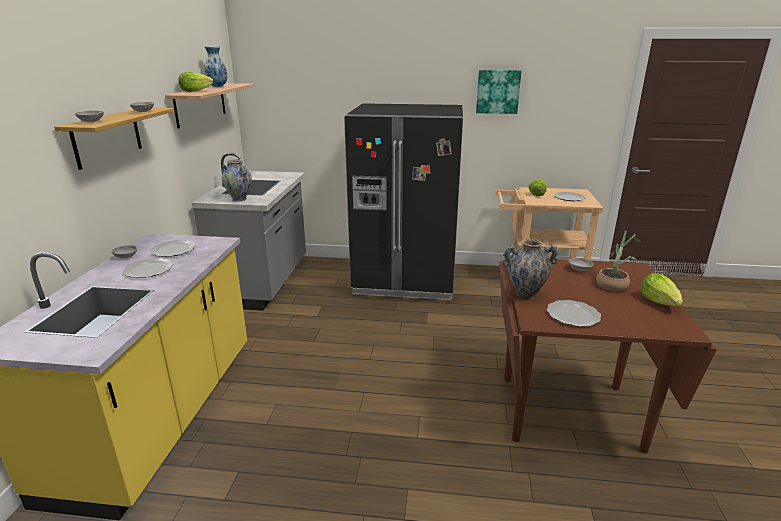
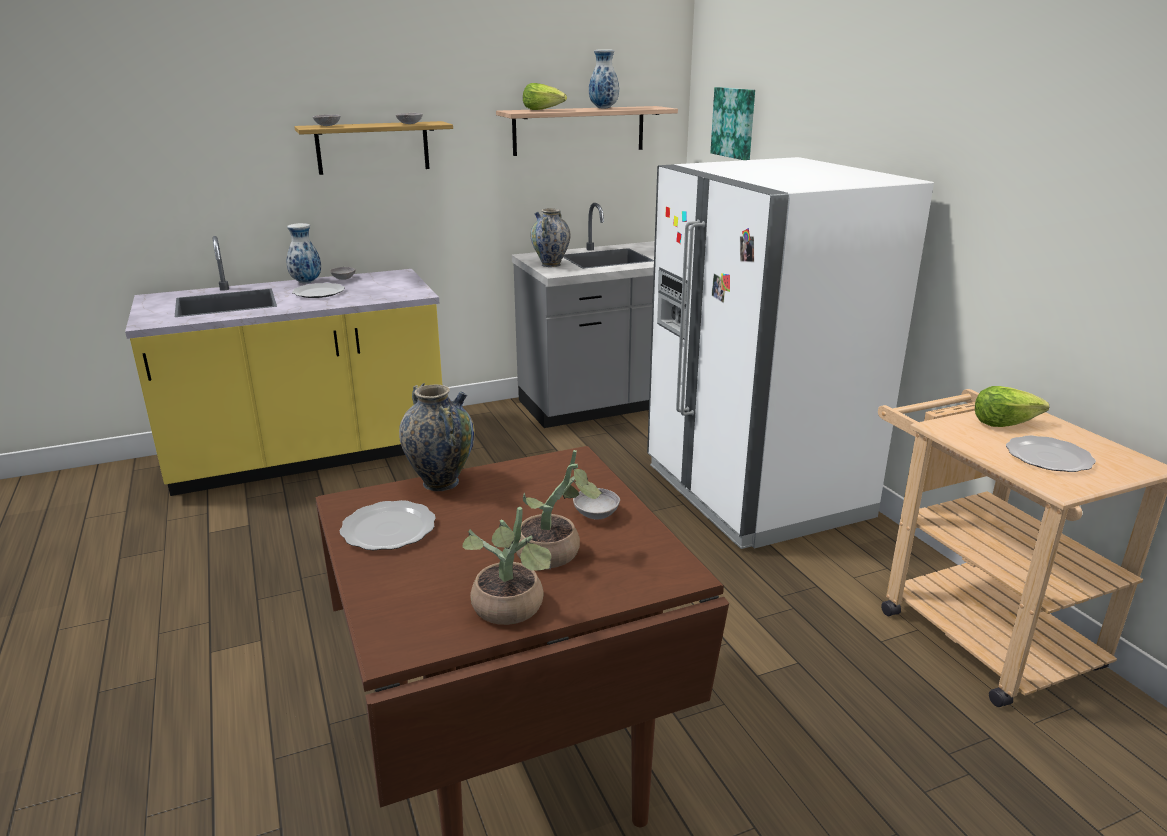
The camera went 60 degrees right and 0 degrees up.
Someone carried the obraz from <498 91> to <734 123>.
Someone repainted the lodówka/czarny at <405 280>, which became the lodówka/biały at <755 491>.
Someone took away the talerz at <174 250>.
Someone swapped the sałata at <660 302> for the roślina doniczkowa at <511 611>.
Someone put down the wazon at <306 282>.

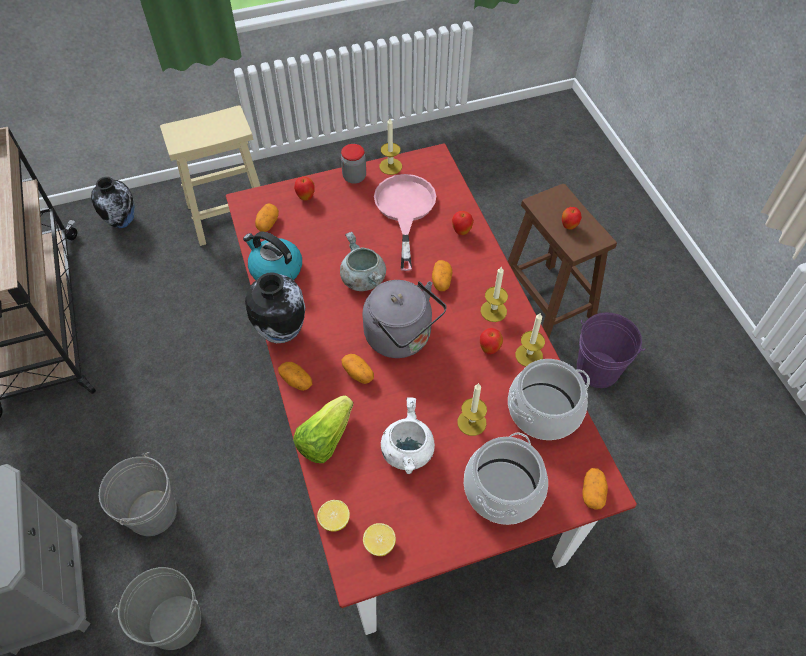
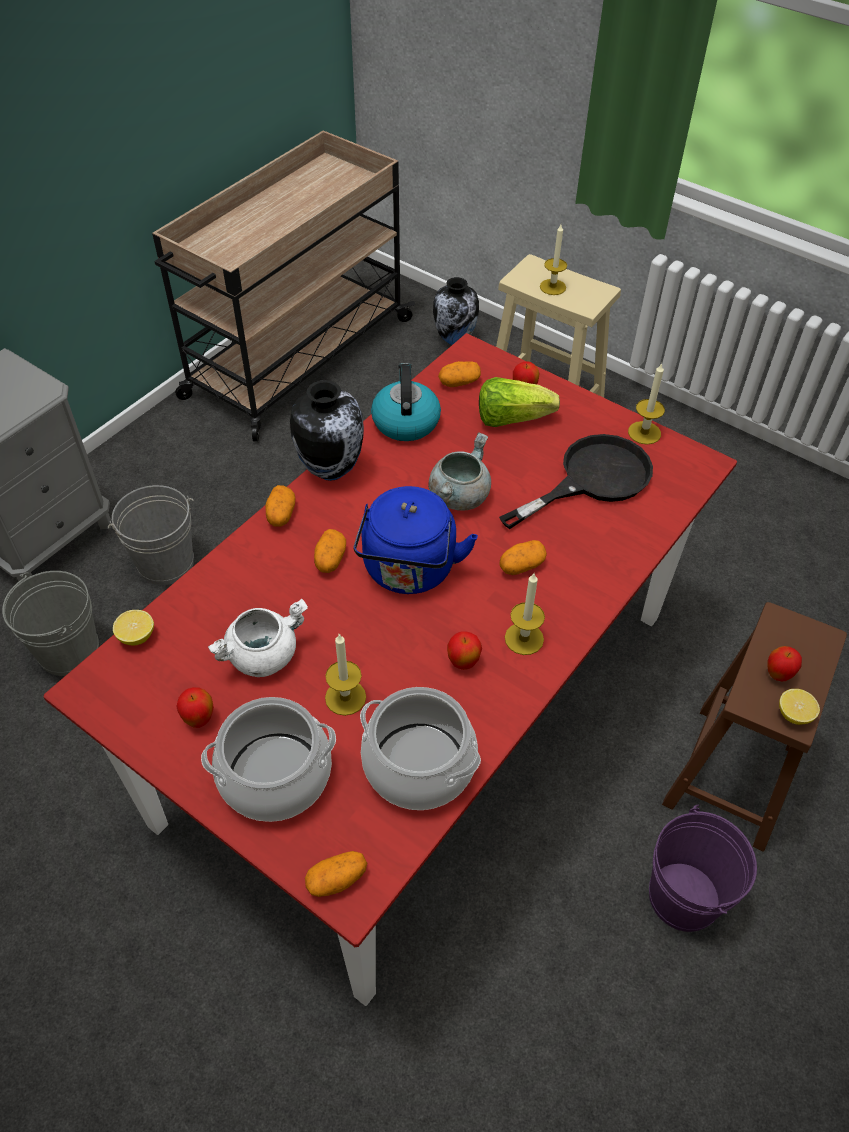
The camera went 55 degrees right and 5 degrees down.
Someone took away the słoik at <354 177>.
Someone repainted the patelnia/różowy at <404 210>, which became the patelnia/czarny at <592 479>.
Someone carried the jabłko from <461 231> to <199 719>.
Someone repainted the czajnik/szary at <402 337>, which became the czajnik/niebieski at <409 571>.
Someone carried the świeca from <529 355> to <552 287>.
Someone carried the sałata from <325 438> to <511 418>.
Someone carried the cytryna from <379 544> to <794 714>.

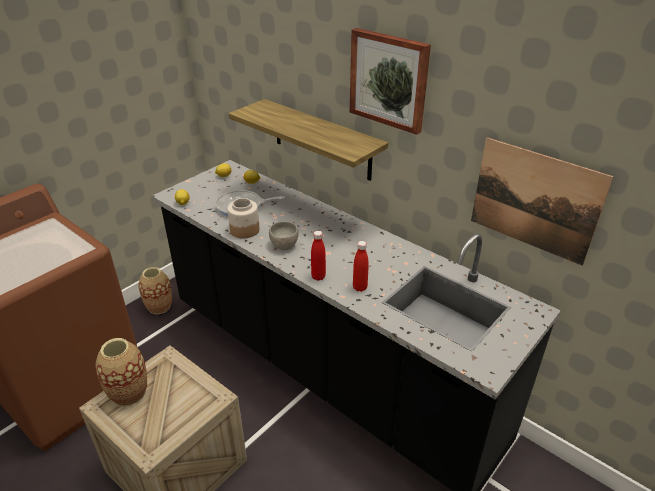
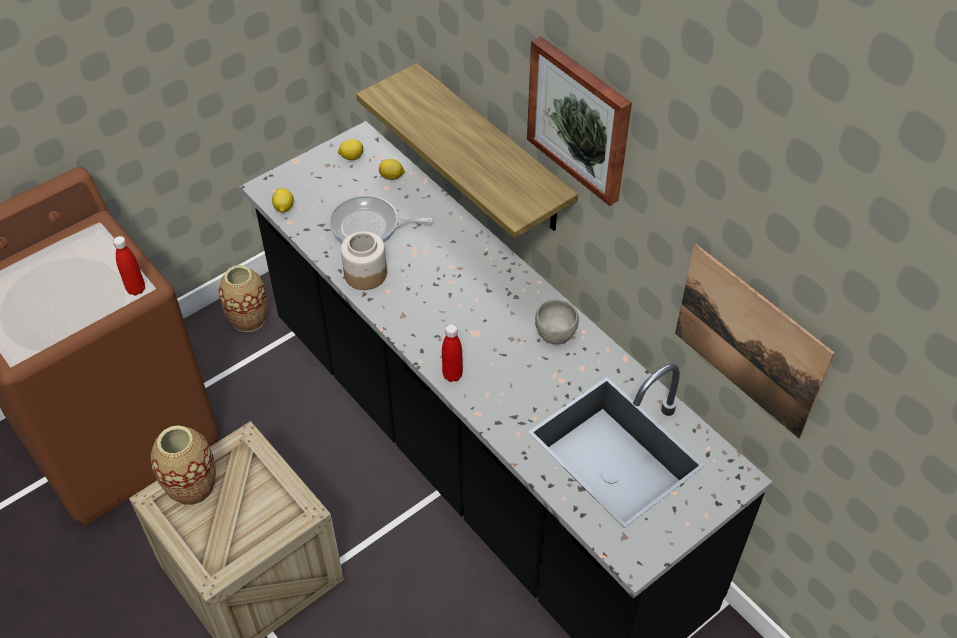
The camera went 10 degrees right and 15 degrees up.
Someone carried the miska/szary from <283 245> to <554 334>.
Someone carried the butelka/czerwony from <360 287> to <136 289>.

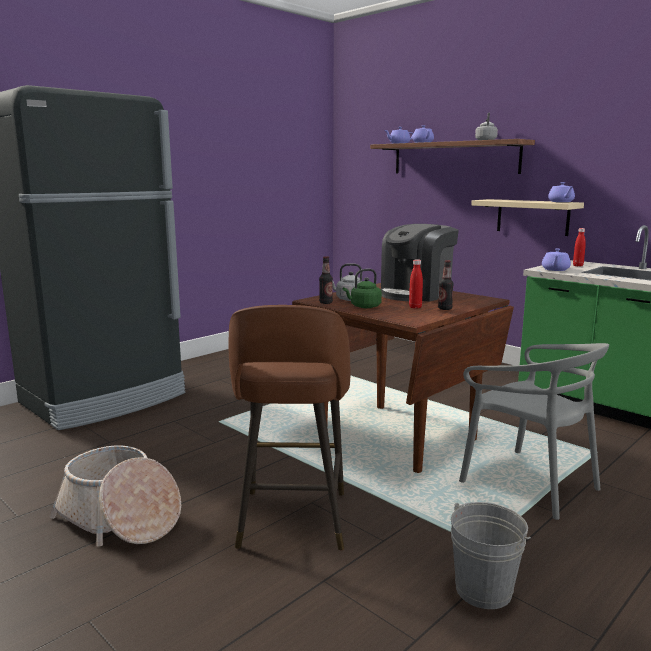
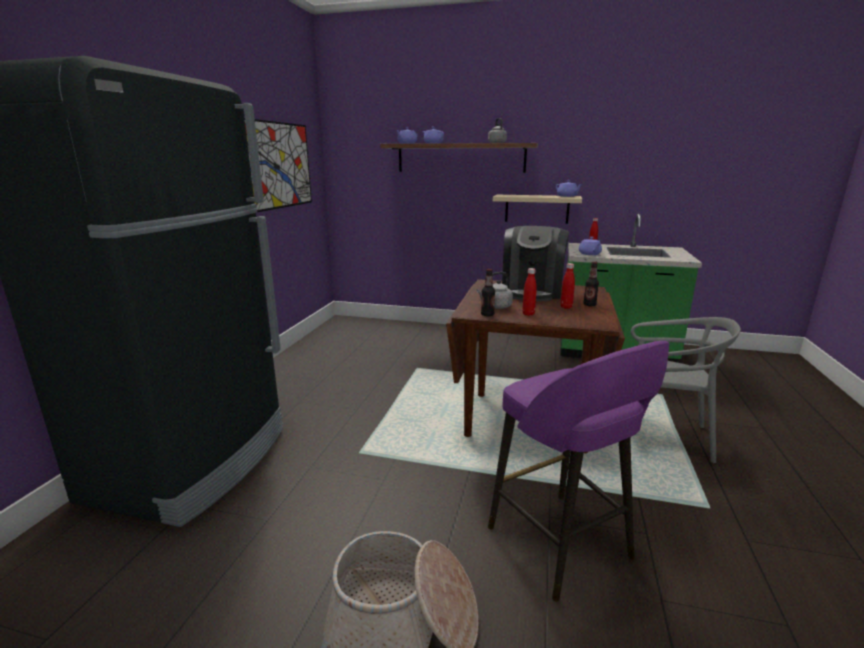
The camera went 30 degrees left and 5 degrees up.
Someone swapped the czajnik/zielony at <364 307> for the butelka/czerwony at <528 314>.
Someone repainted the stołek/brązowy at <292 521>, which became the stołek/fioletowy at <561 545>.
Someone took away the wiadro/szary at <483 590>.
Someone put up the obraz at <278 165>.

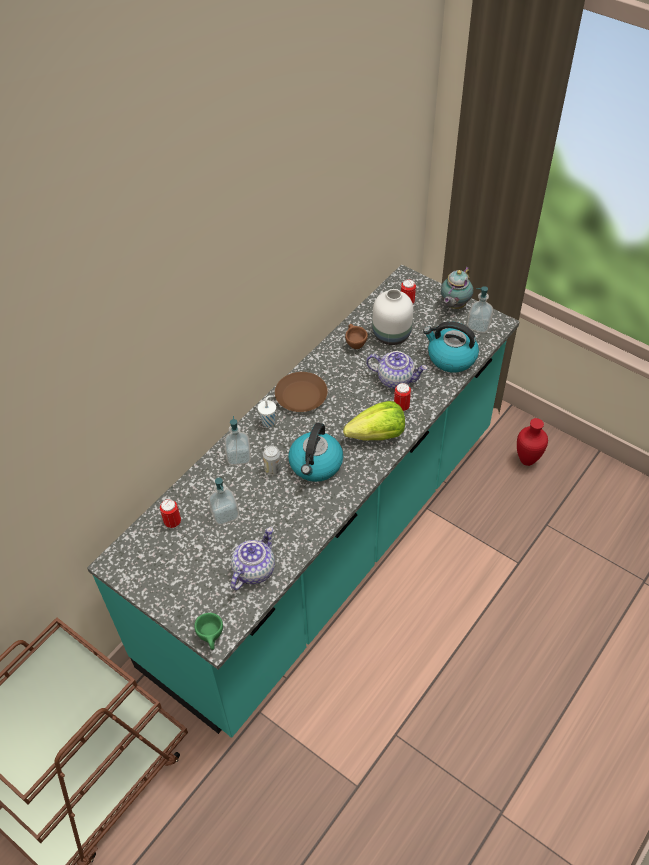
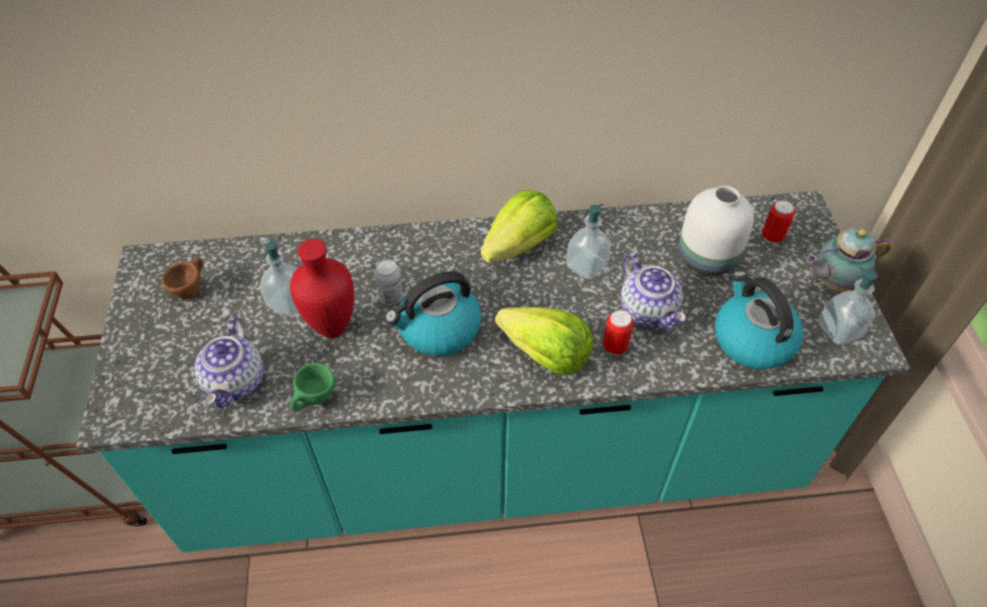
The camera went 45 degrees right and 0 degrees up.
Someone carried the filiżanka/brązowy from <354 344> to <191 289>.
Someone swapped the talerz/brązowy at <301 395> for the sałata at <519 246>.
Someone took away the filiżanka/biały at <269 422>.
Someone carried the dozownik mydła from <239 456> to <586 266>.
Someone carried the wazon/czerwony from <527 459> to <334 326>.
Someone took away the puszka at <172 522>.
Someone rotated the imbryk at <254 569> by 105 degrees clockwise.
Someone carried the filiżanka/zielony from <212 638> to <314 401>.

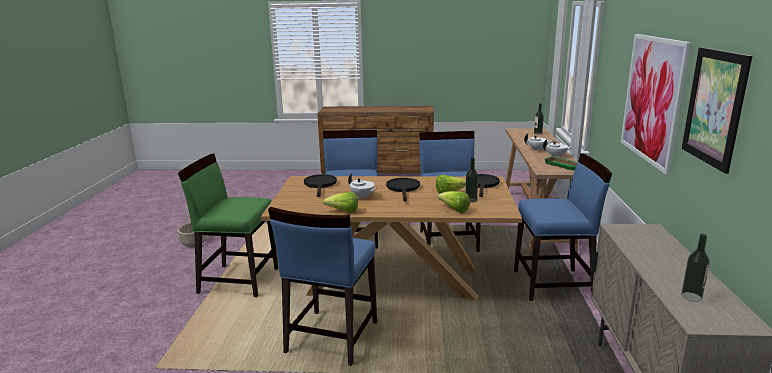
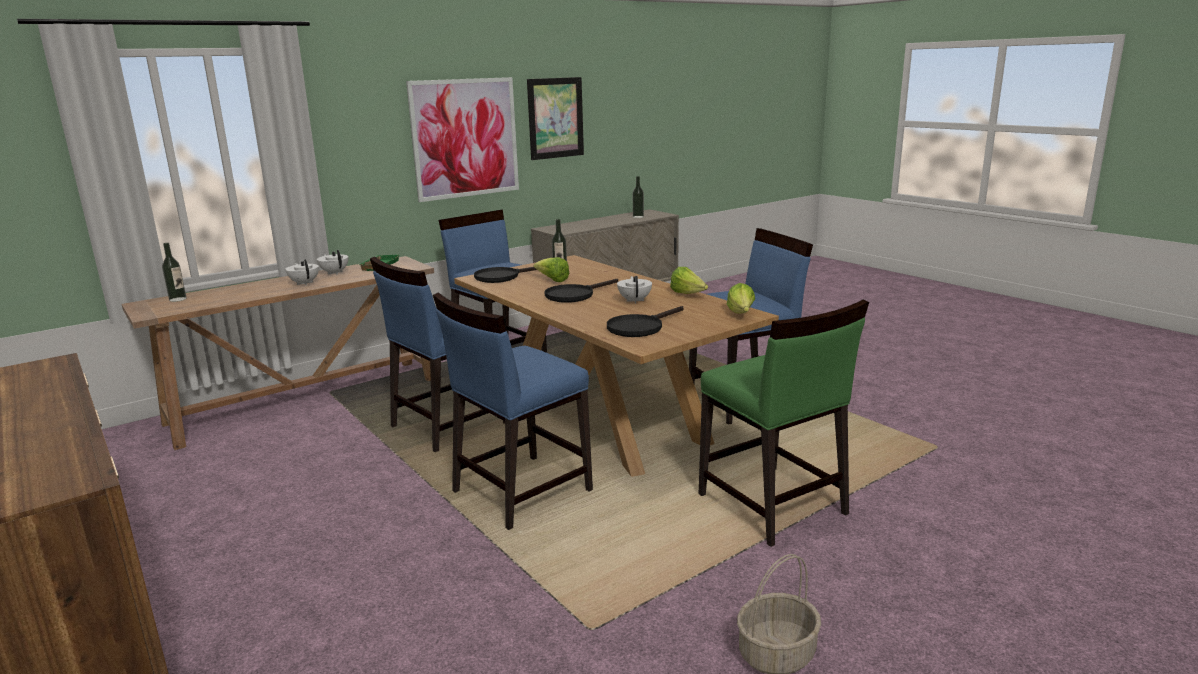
The camera went 130 degrees left and 0 degrees up.
Someone carried the sałata from <454 210> to <741 314>.

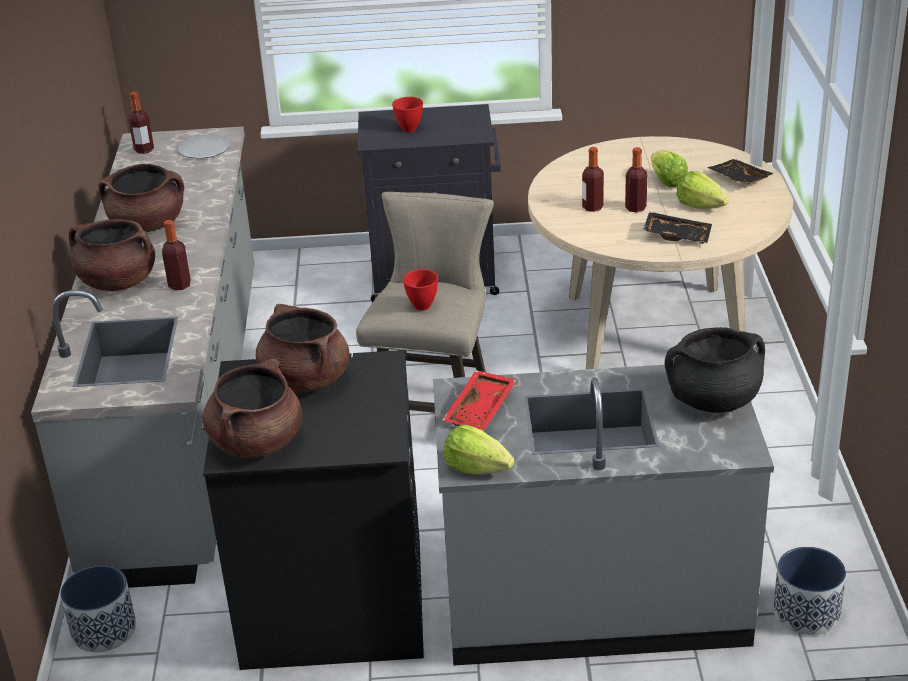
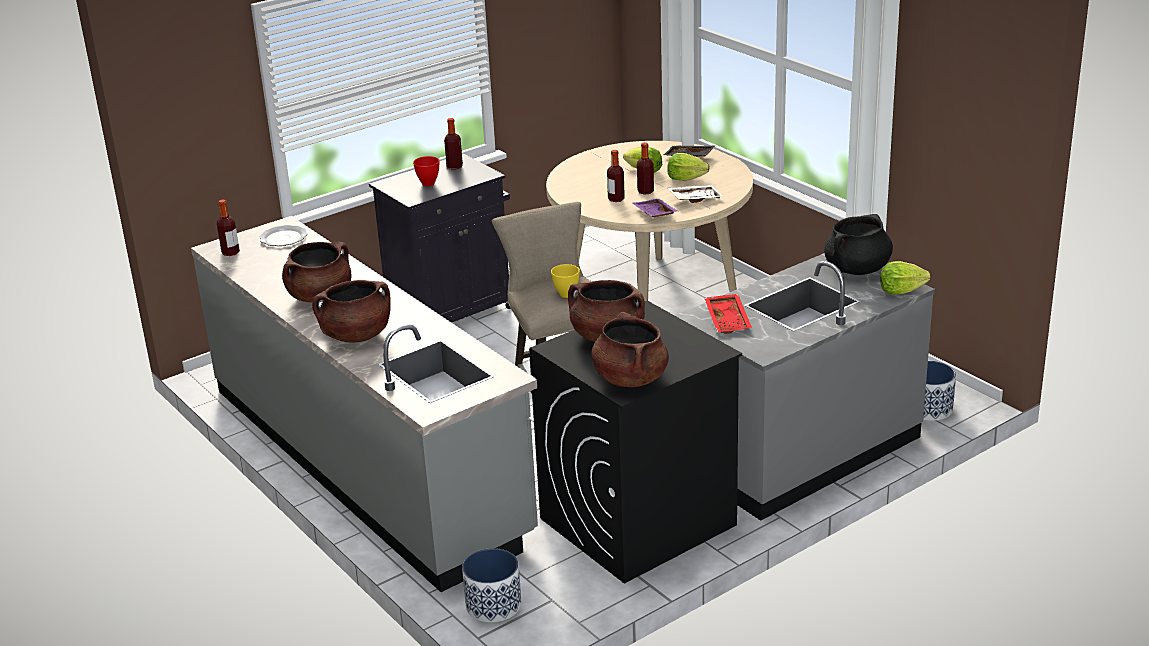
The camera went 35 degrees left and 5 degrees down.
Someone repainted the taca/czarny at <677 235>, which became the taca/biały at <695 198>.
Someone carried the butelka from <179 285> to <454 166>.
Someone repainted the miska/czerwony at <422 306>, which became the miska/żółty at <567 295>.
Someone carried the sałata from <476 468> to <901 291>.
Someone put down the taca/fioletowy at <654 214>.

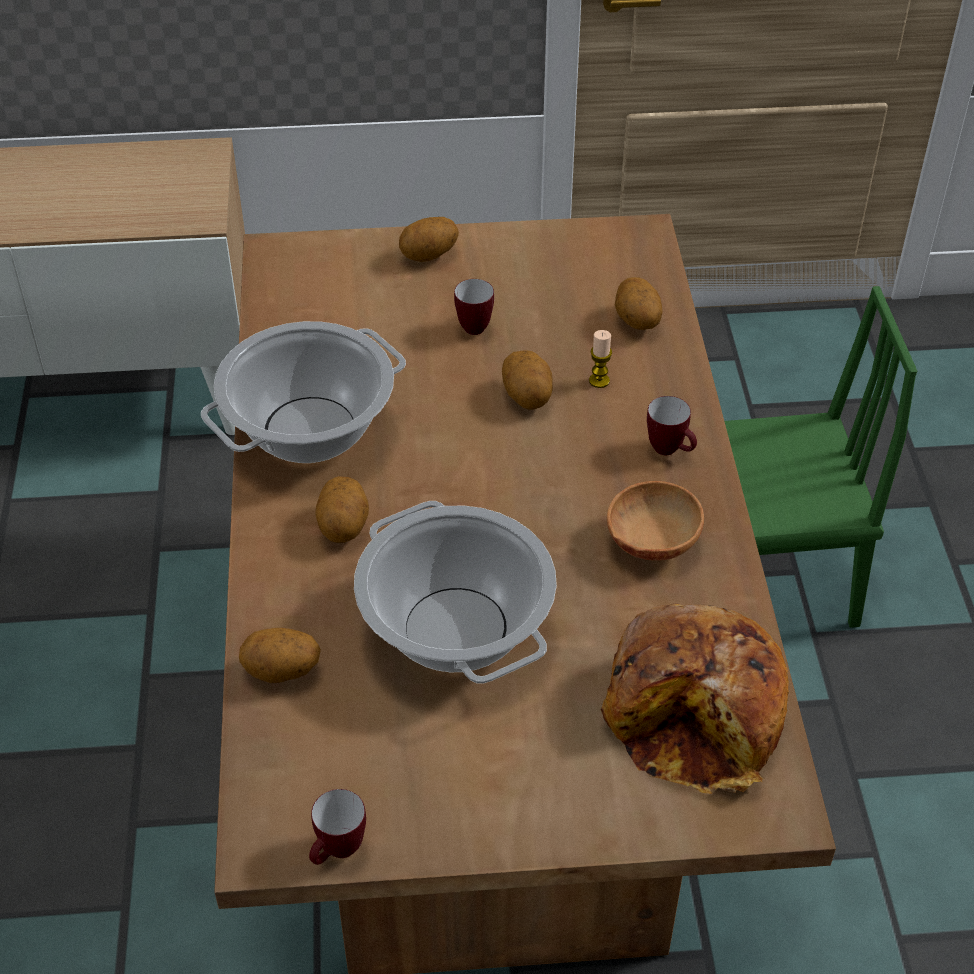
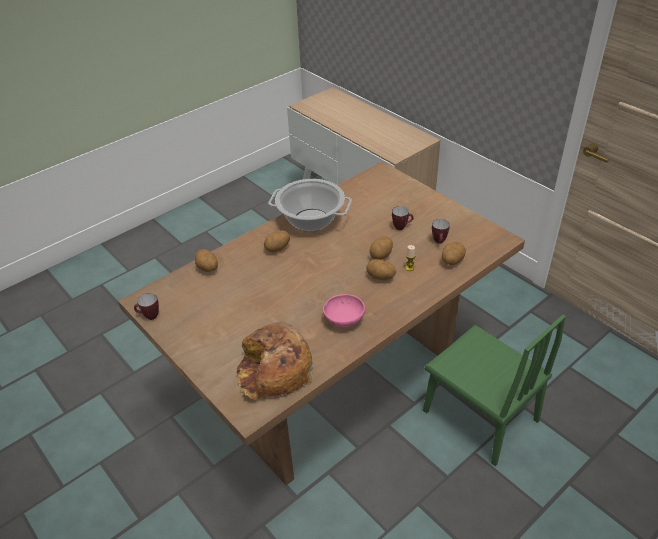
The camera went 55 degrees right and 5 degrees down.
Someone carried the ziemniak from <429 256> to <380 278>.
Someone carried the kubek from <670 450> to <439 242>.
Someone repainted the miska/brązowy at <650 542>, which became the miska/różowy at <344 319>.
Someone took away the garnek at <457 630>.

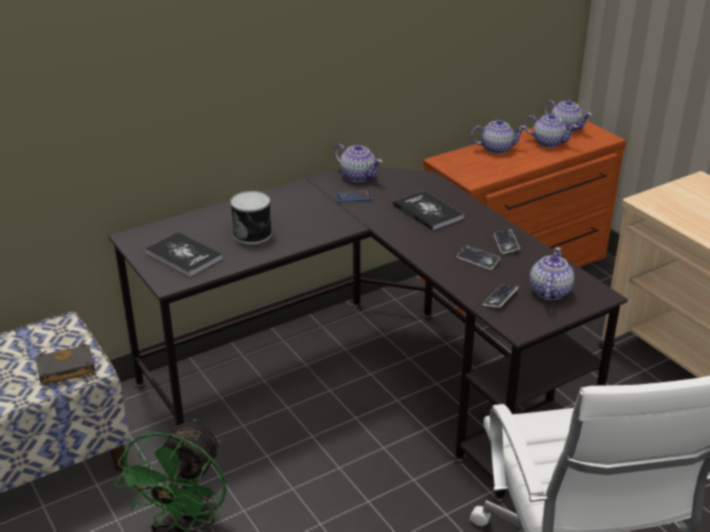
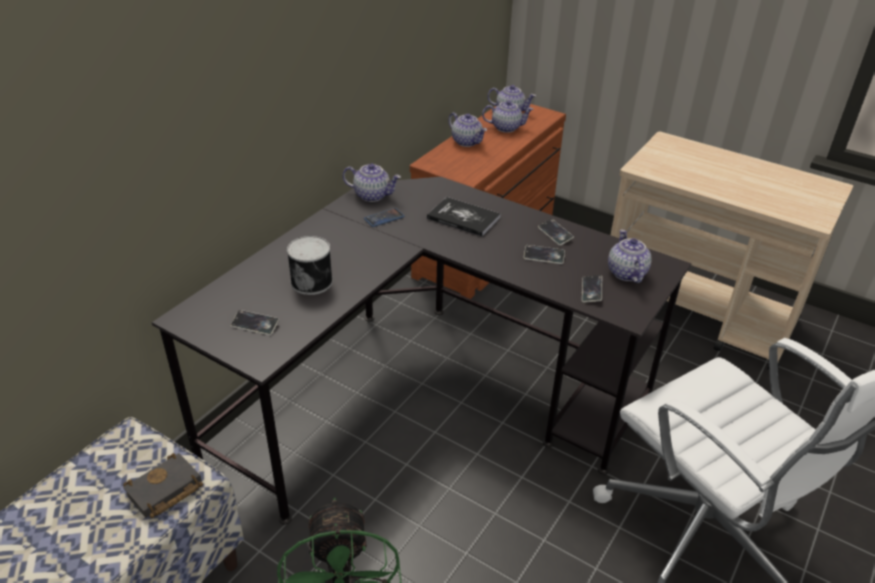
The camera went 25 degrees left and 5 degrees up.
Someone rotated the imbryk at <497 148> by 75 degrees clockwise.
Someone swapped the książka at <183 255> for the telefon at <255 325>.

